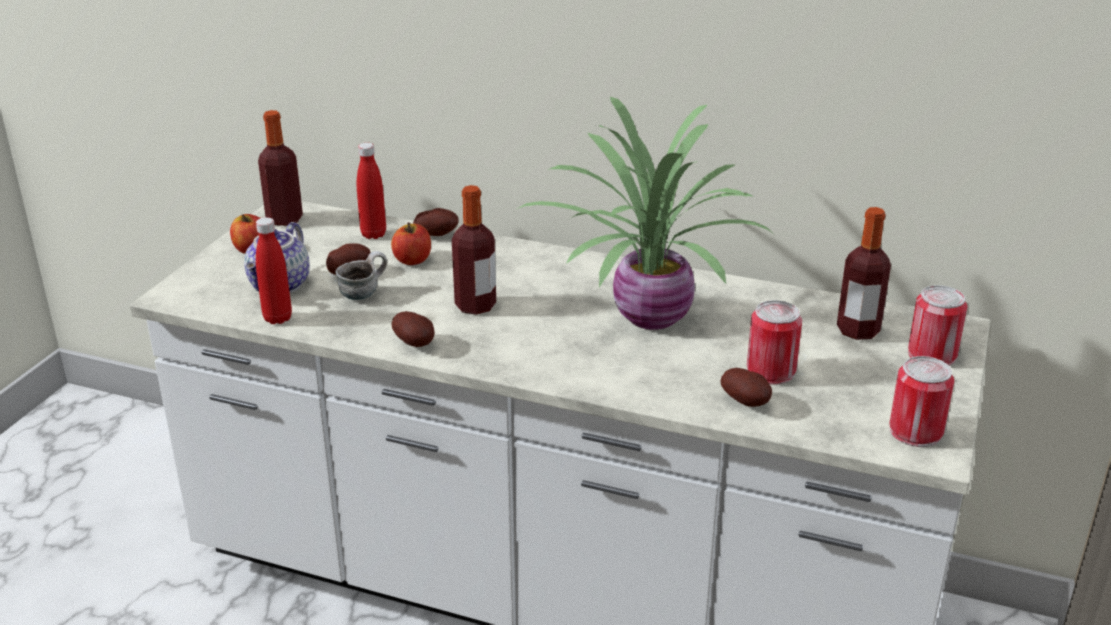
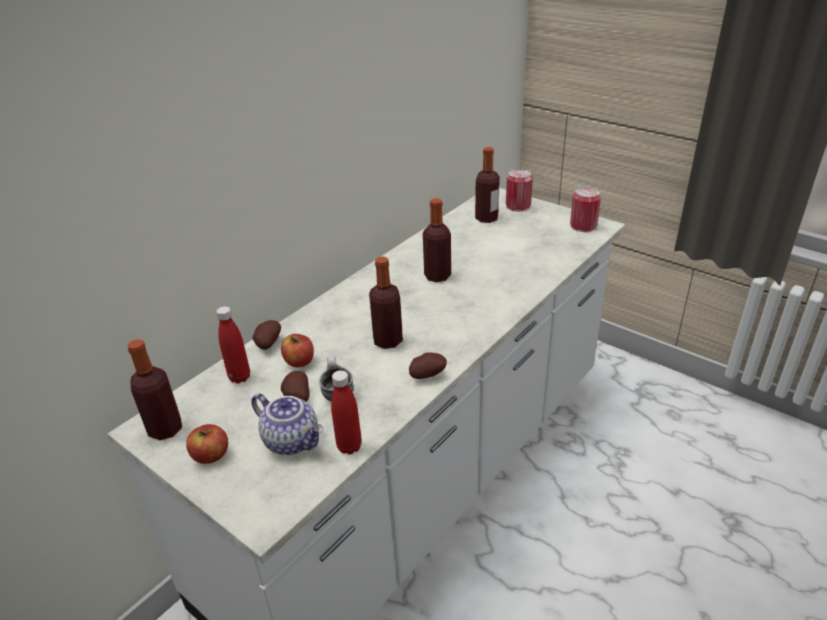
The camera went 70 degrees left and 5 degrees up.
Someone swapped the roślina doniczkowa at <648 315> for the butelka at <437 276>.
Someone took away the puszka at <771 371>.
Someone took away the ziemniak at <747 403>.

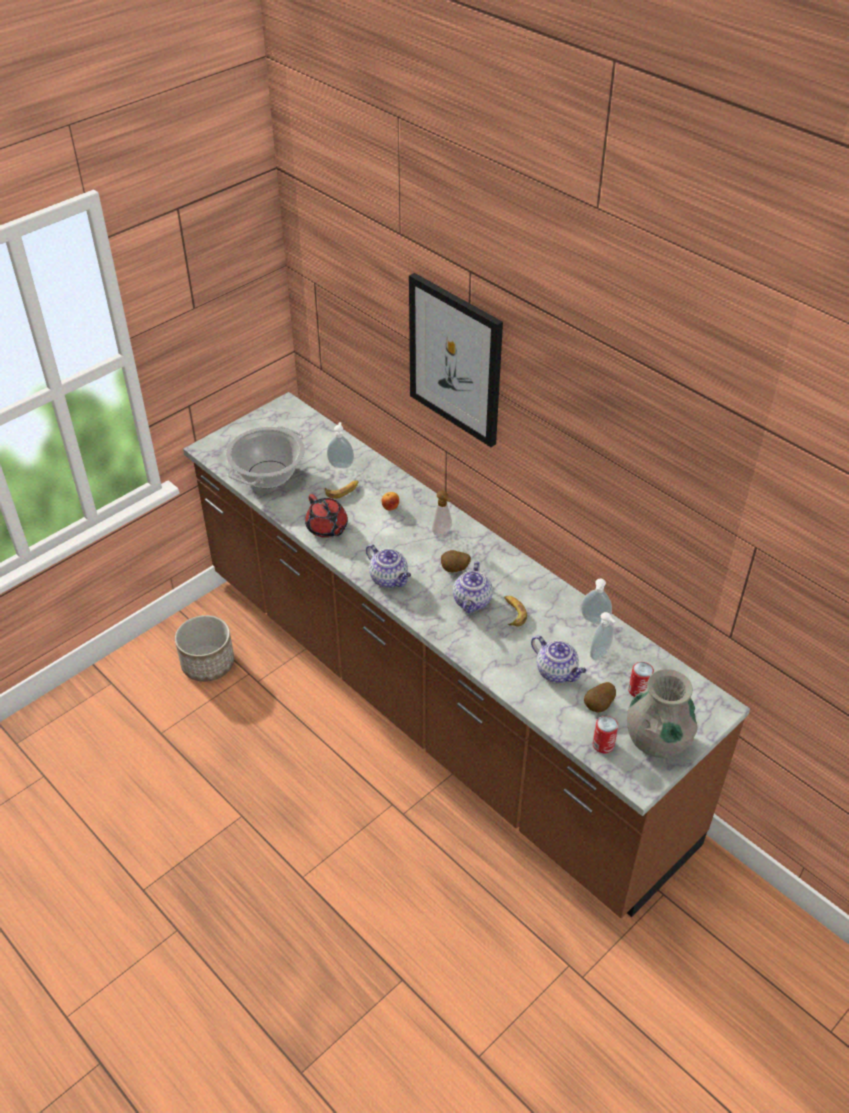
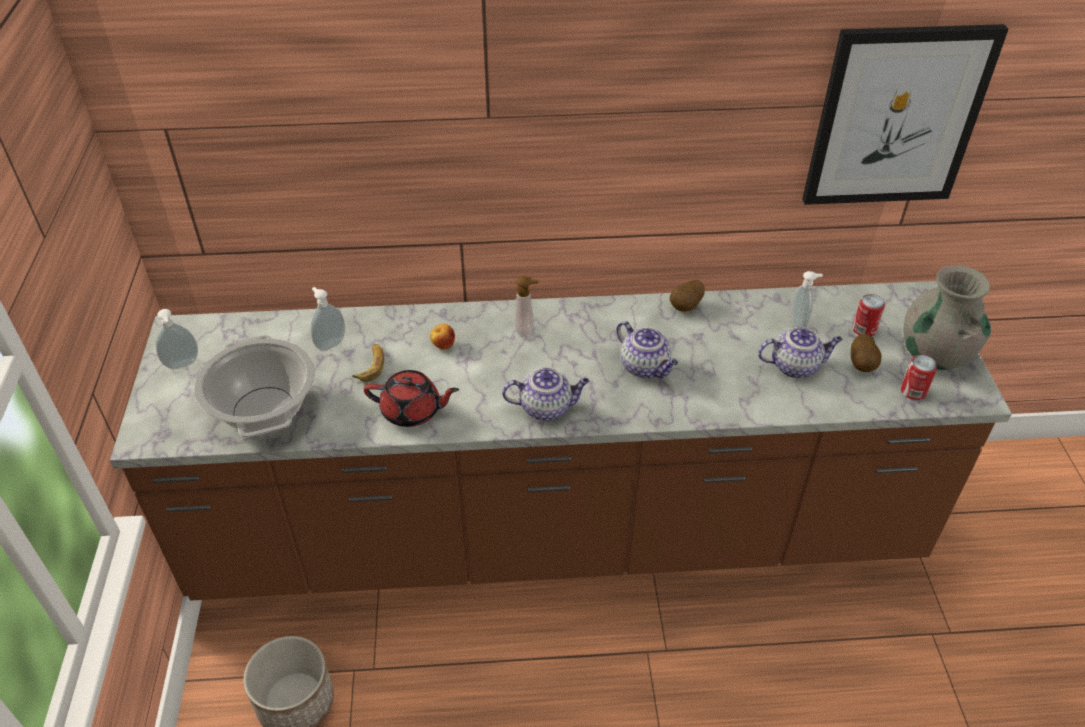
The camera went 50 degrees left and 0 degrees up.
Someone carried the obraz from <455 360> to <896 117>.
Someone carried the ziemniak from <454 570> to <686 307>.
Someone carried the dozownik mydła from <594 621> to <183 365>.
Someone took away the banan at <513 613>.

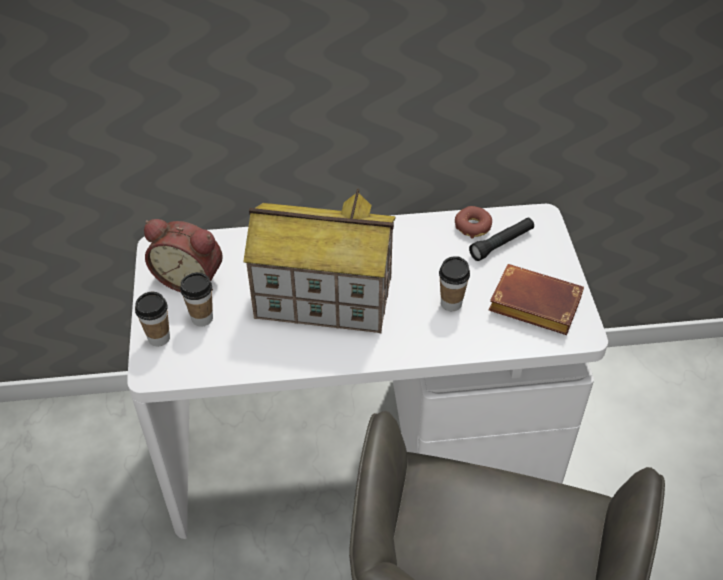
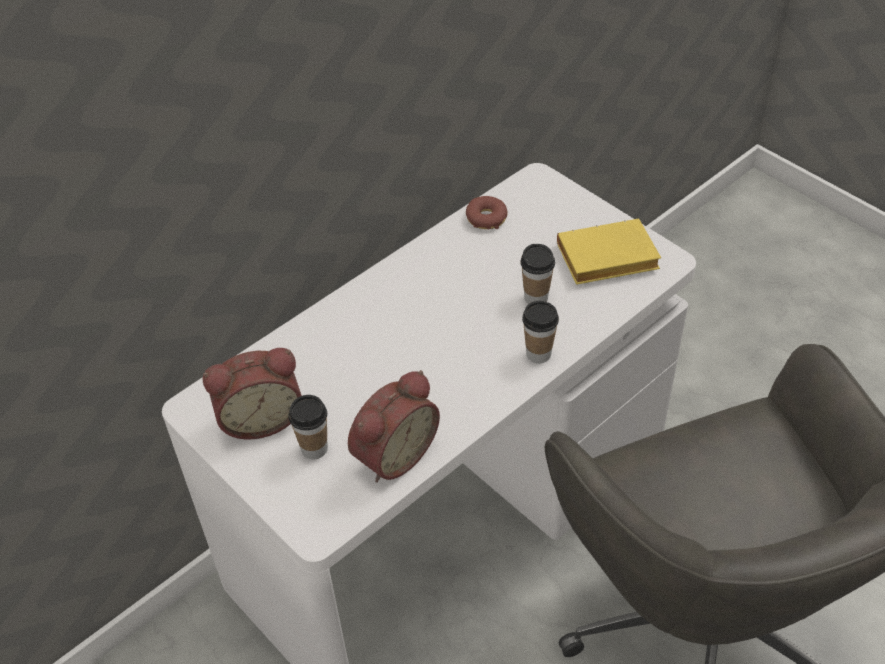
The camera went 35 degrees left and 0 degrees up.
Someone took away the domek at <322 298>.
Someone took away the latarka/czarny at <501 244>.
Someone repainted the książka/brązowy at <532 306>, which became the książka/żółty at <605 260>.
Someone carried the filiżanka from <159 338> to <538 354>.
Someone put down the budzik at <392 453>.

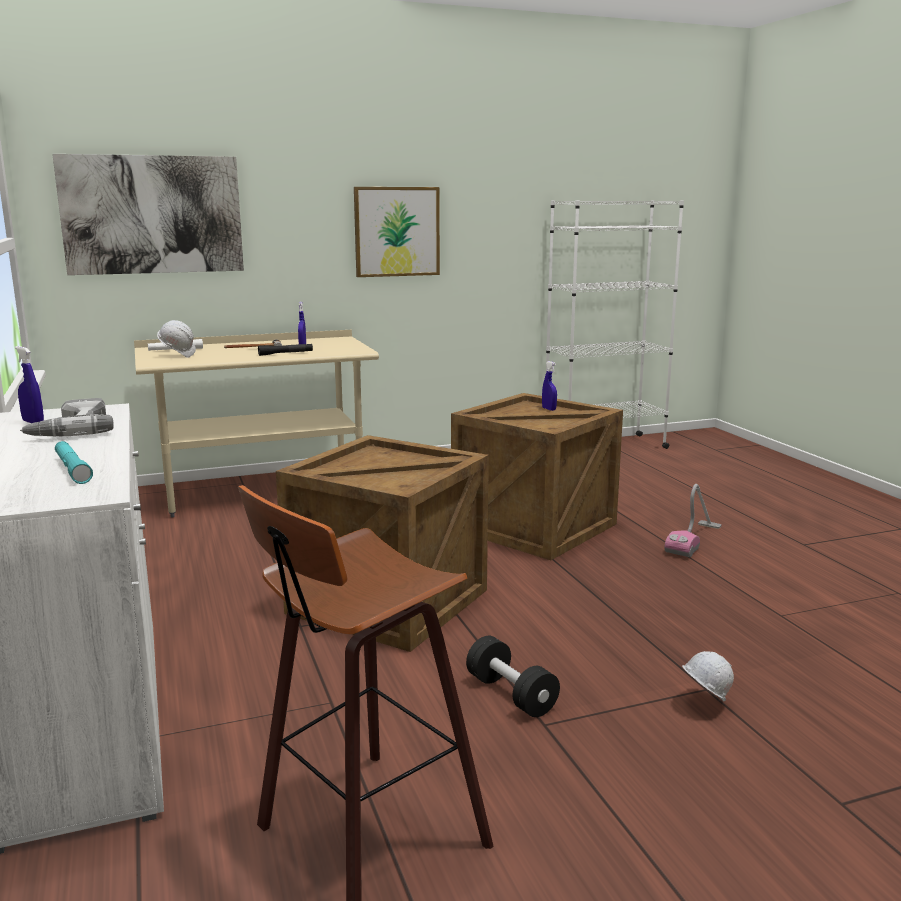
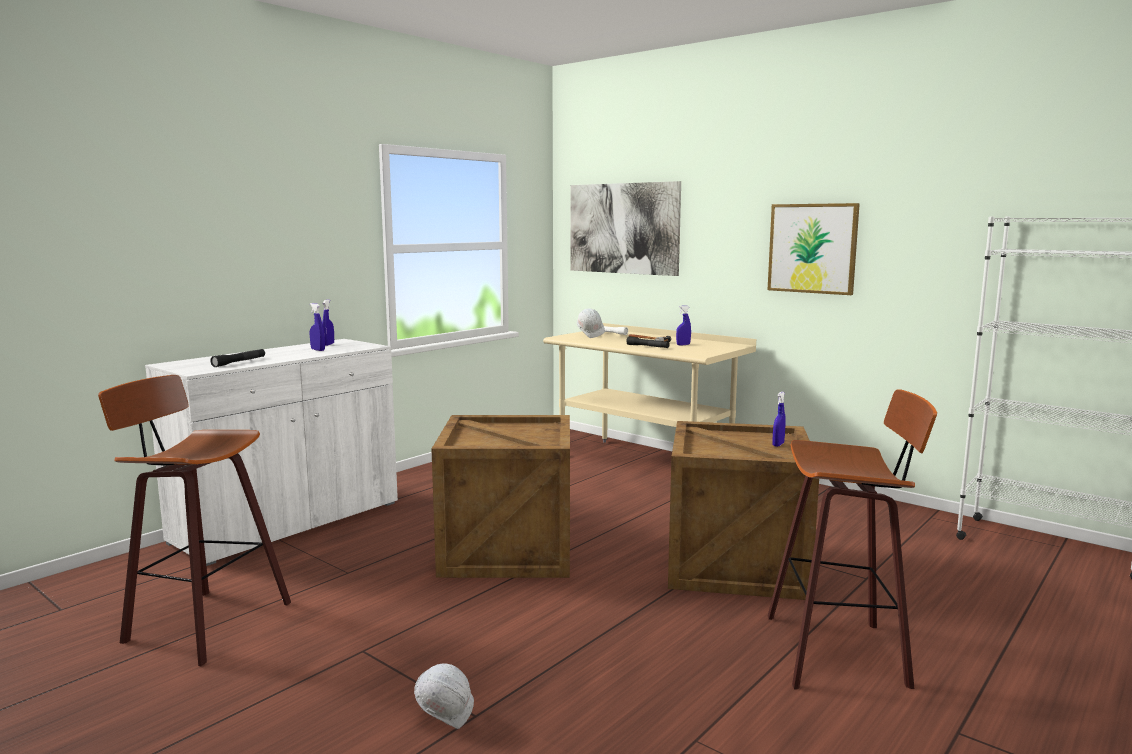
The camera went 60 degrees right and 5 degrees down.
Someone swapped the wiertarka at <69 430> for the spryskiwacz/niebieski at <318 350>.
Someone repainted the latarka/turkusowy at <72 469>, which became the latarka/czarny at <239 362>.
Someone swapped the odkurzacz at <694 540> for the stołek at <840 651>.
Someone took away the hantel/czarny at <511 694>.

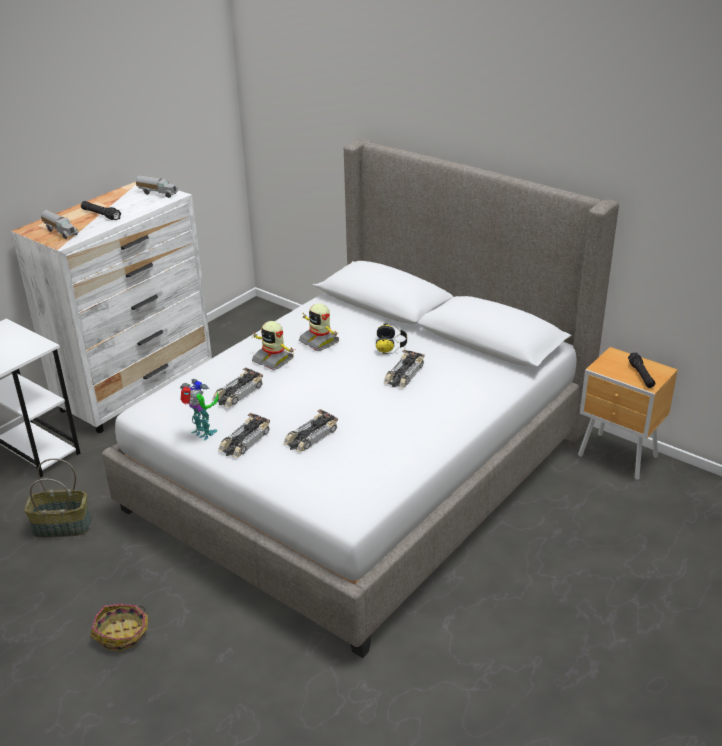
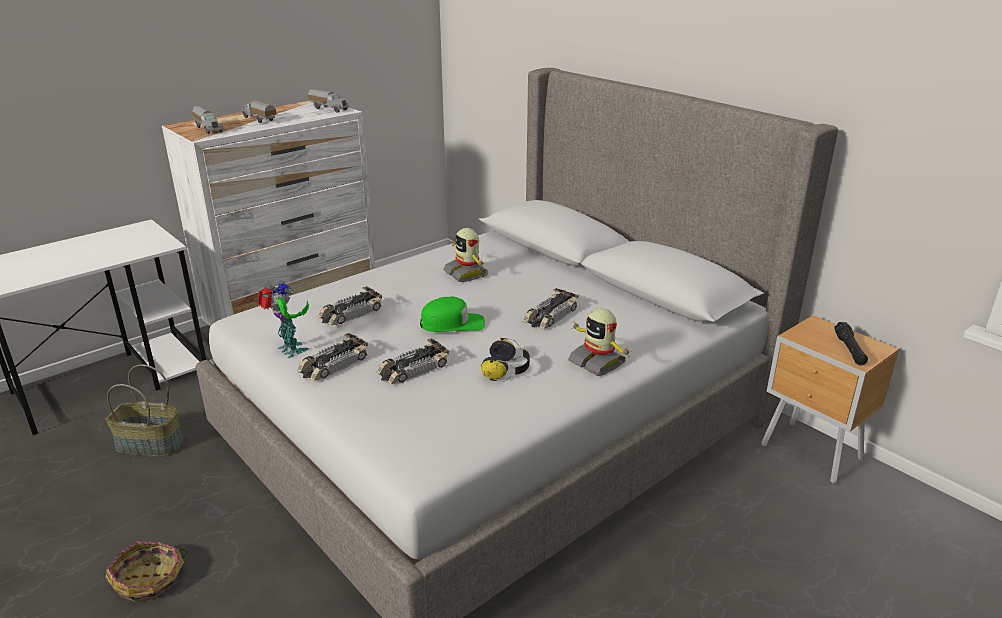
The camera went 10 degrees right and 5 degrees down.
Someone swapped the latarka/czarny at <101 215> for the ciężarówka zabawkowa at <259 120>.
Someone carried the robot zabawkowy from <273 360> to <597 362>.
Someone carried the słuchawki from <391 345> to <507 370>.
Someone put down the czapka z daszkiem/zielony at <452 323>.

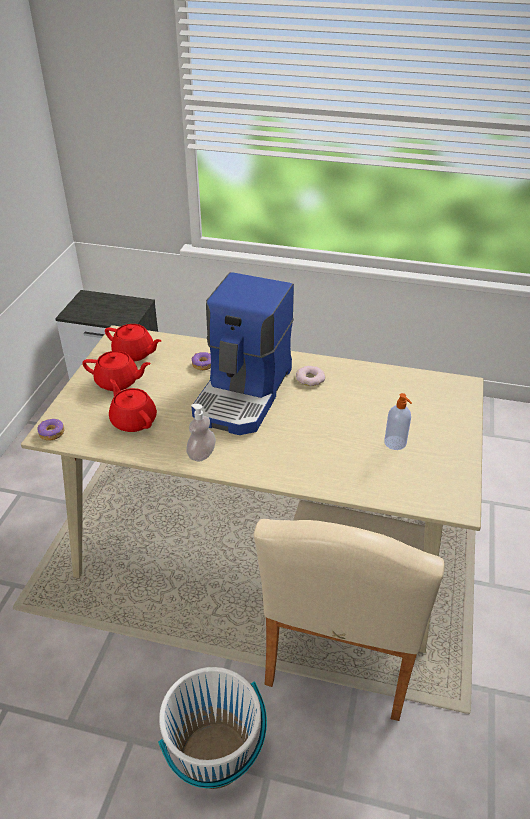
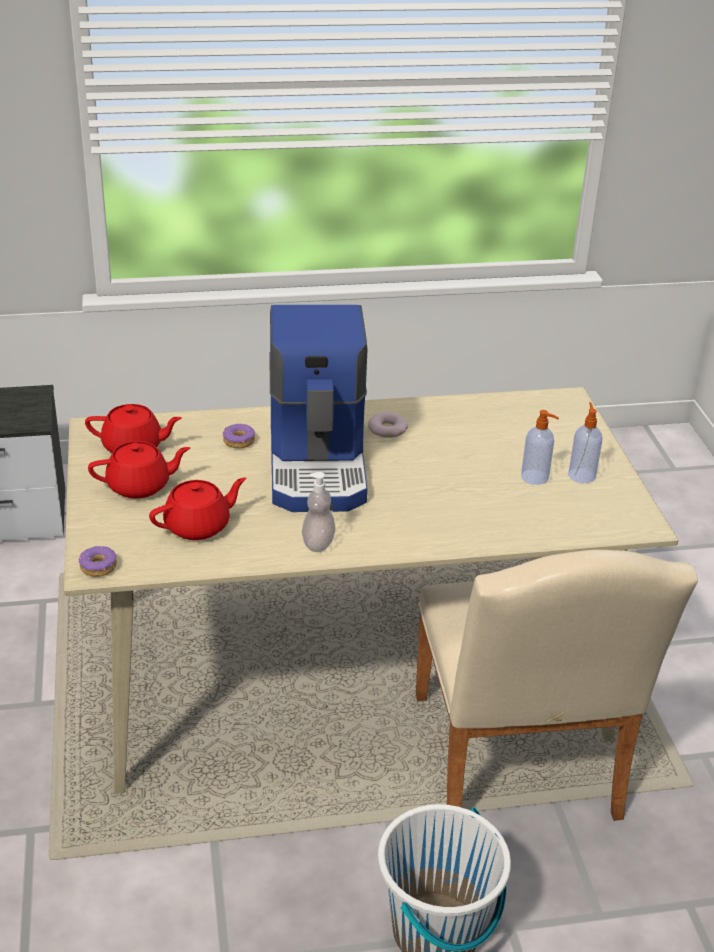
The camera went 25 degrees left and 5 degrees down.
Someone rotated the imbryk/czerwony at <133 420> by 120 degrees clockwise.
Someone put down the dozownik mydła at <581 475>.

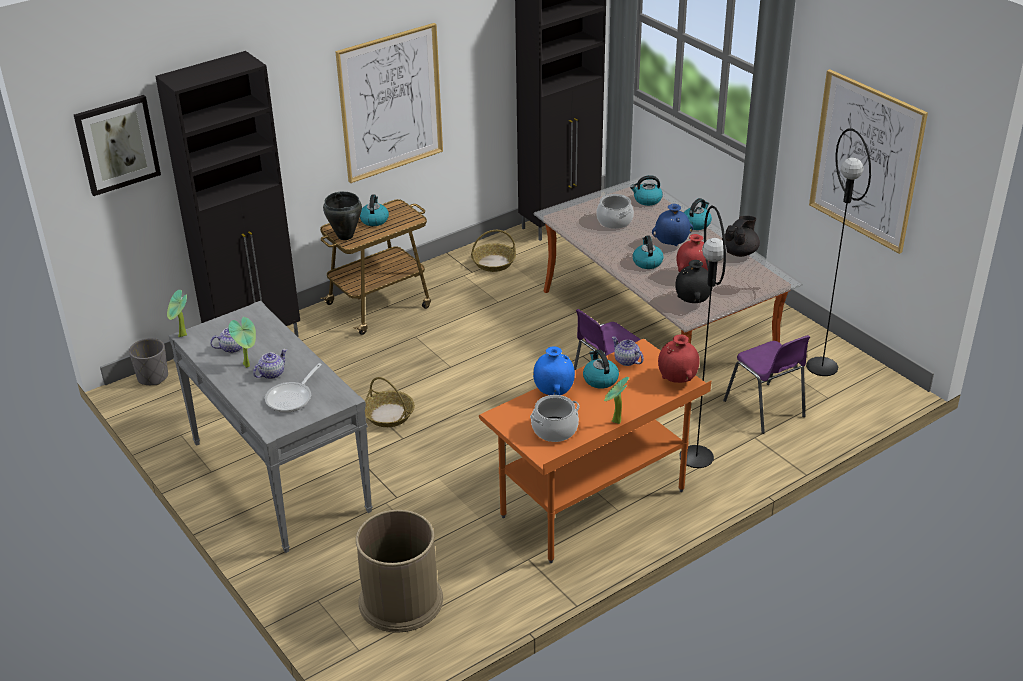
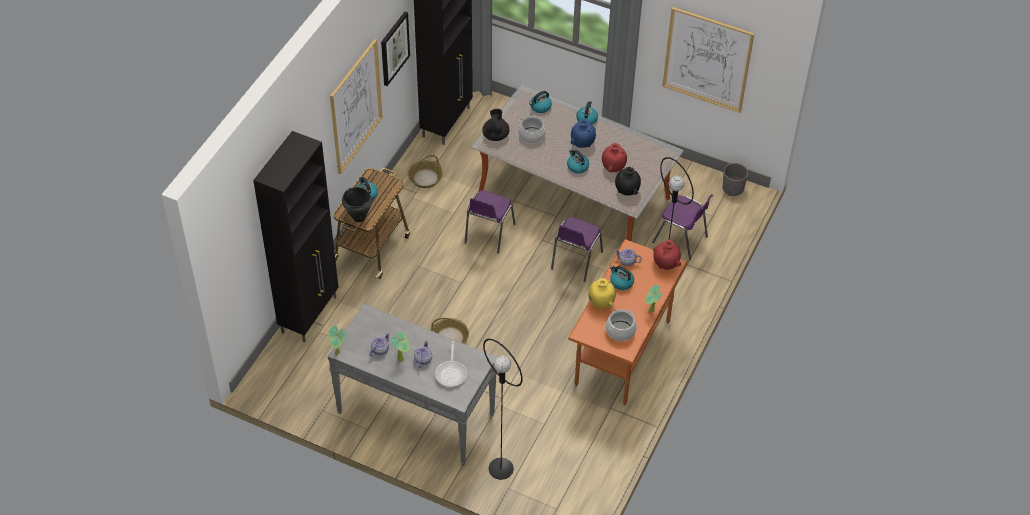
The camera went 30 degrees left and 15 degrees up.
Someone carried the obraz from <117 144> to <394 48>.
Someone carried the lampa stojąca/czarny from <822 367> to <501 468>.
Someone carried the imbryk/czarny from <739 252> to <495 135>.
Someone carried the donica/szary from <153 377> to <733 188>.
Someone repainted the wazon/niebieski at <553 392>, which became the wazon/żółty at <600 303>.
Someone took away the kosz na śmieci/brązowy at <401 600>.
Someone put down the krzesło/fioletowy at <488 234>.

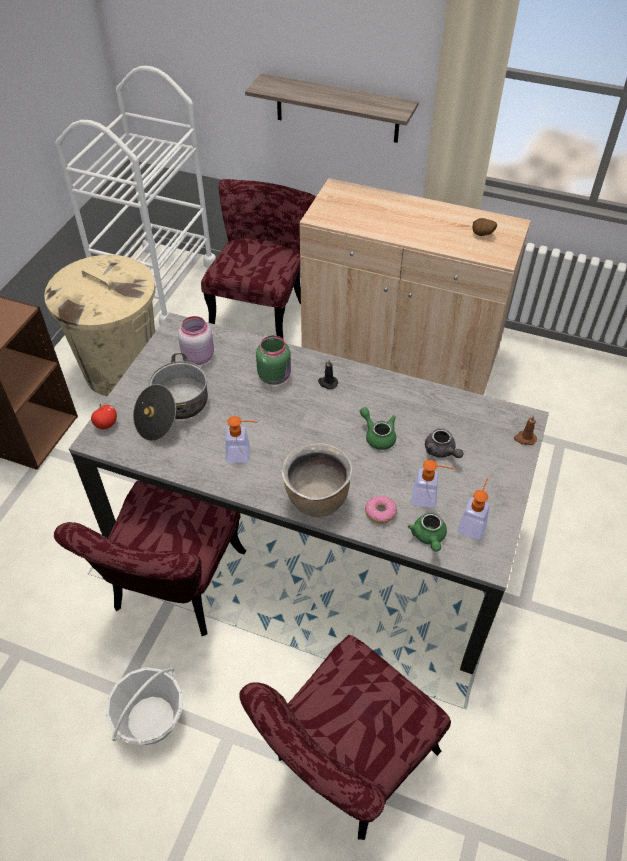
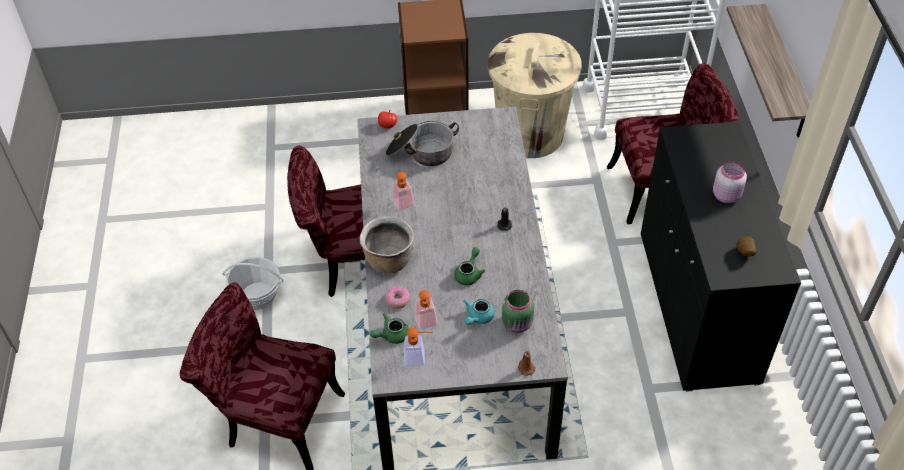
The camera went 65 degrees right and 0 degrees up.
Someone repainted the szafka/beżowy at <400 349>, which became the szafka/czarny at <697 306>.
Someone carried the słoik/różowy from <198 356> to <726 195>.
Someone carried the słoik/zielony from <275 376> to <518 324>.
Someone repainted the imbryk/szary at <441 451>, which became the imbryk/turkusowy at <478 317>.

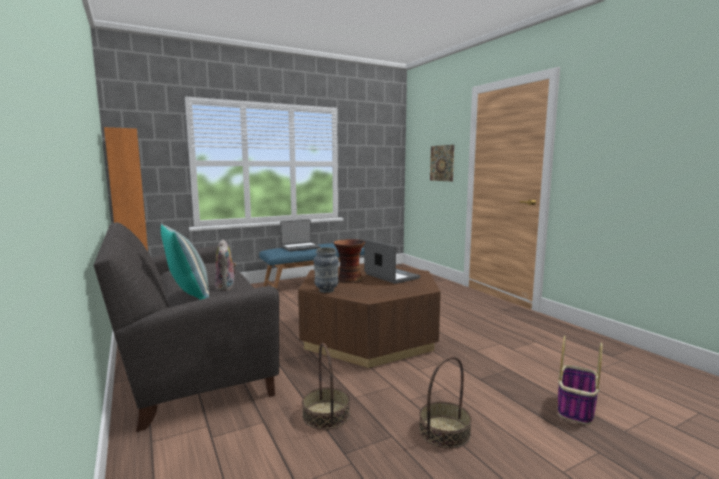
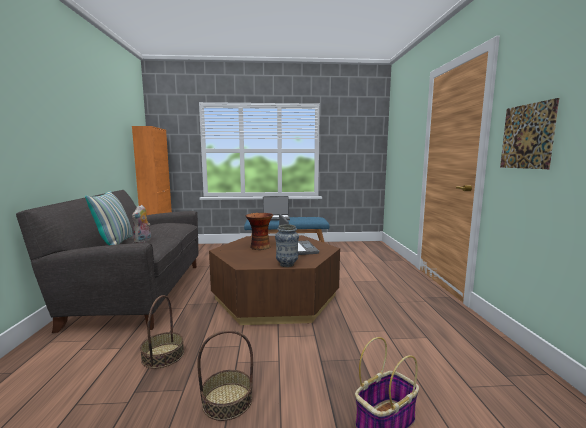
The camera went 25 degrees right and 0 degrees up.
Someone carried the obraz from <441 163> to <527 136>.
Someone carried the wazon from <326 290> to <287 265>.

